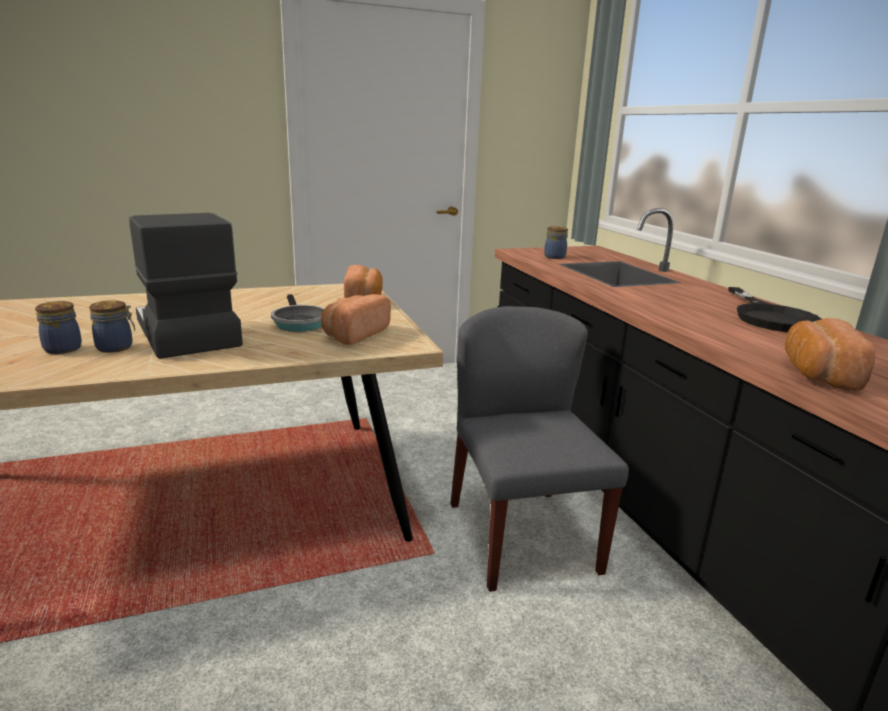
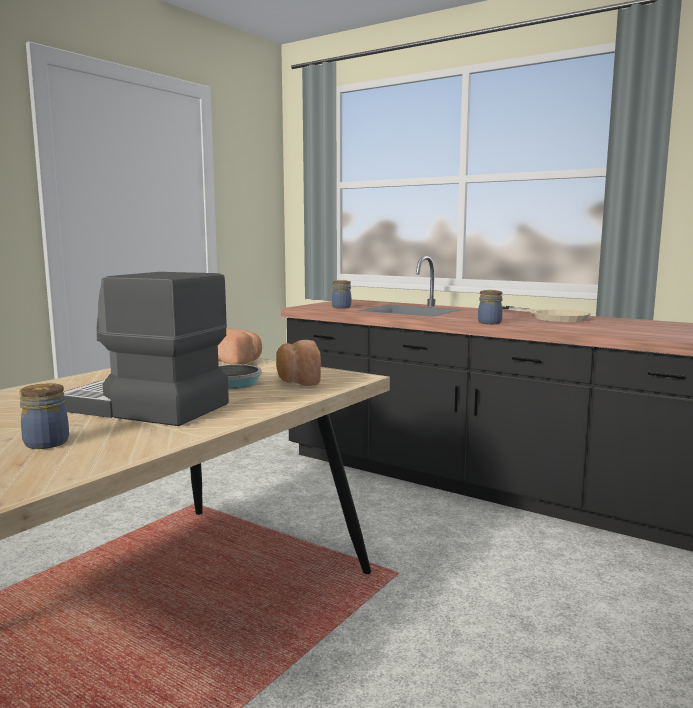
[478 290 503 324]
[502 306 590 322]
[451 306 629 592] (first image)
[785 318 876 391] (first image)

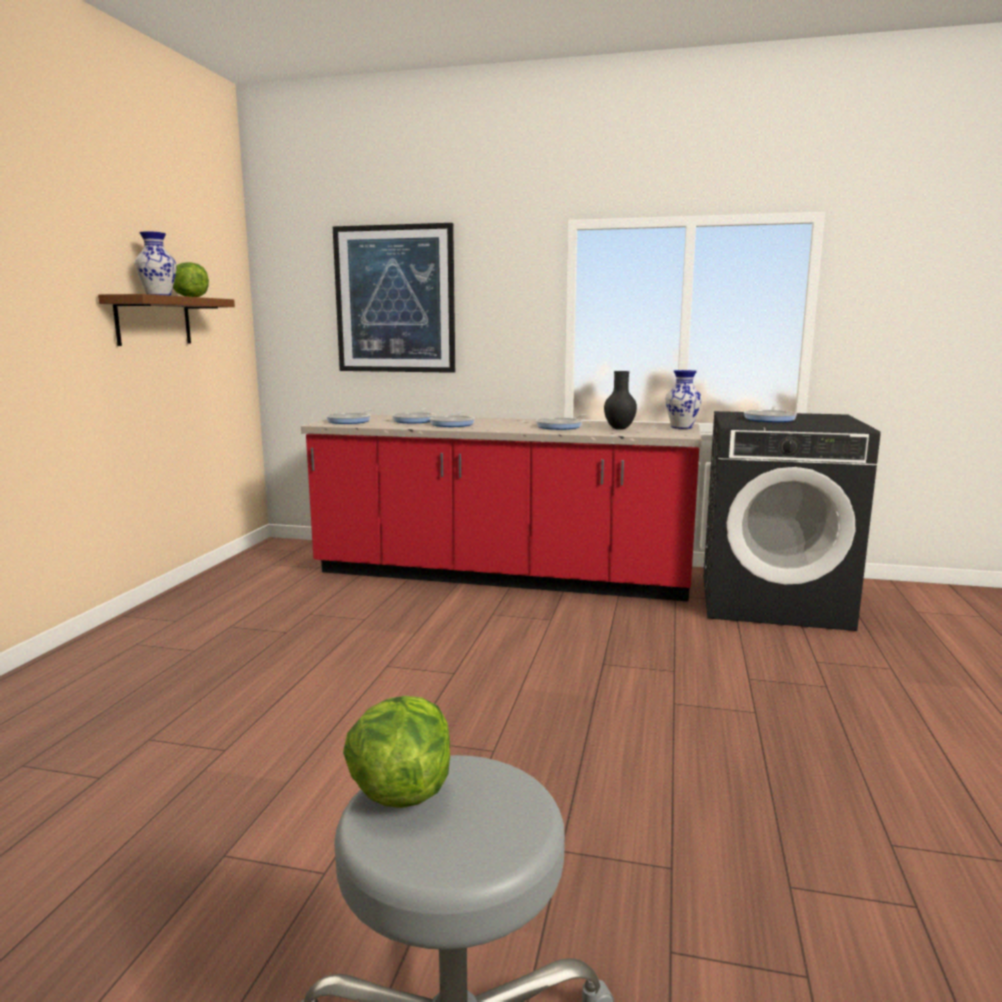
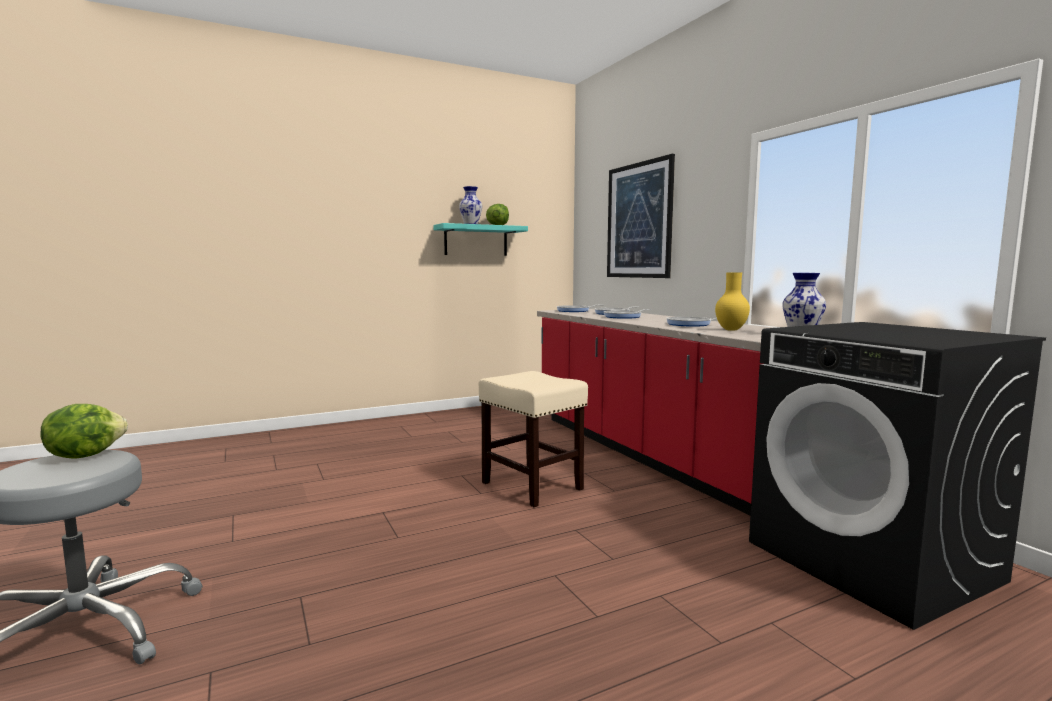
[434 223 528 256]
[479 371 588 507]
[715 273 750 331]
[744 406 797 422] (first image)

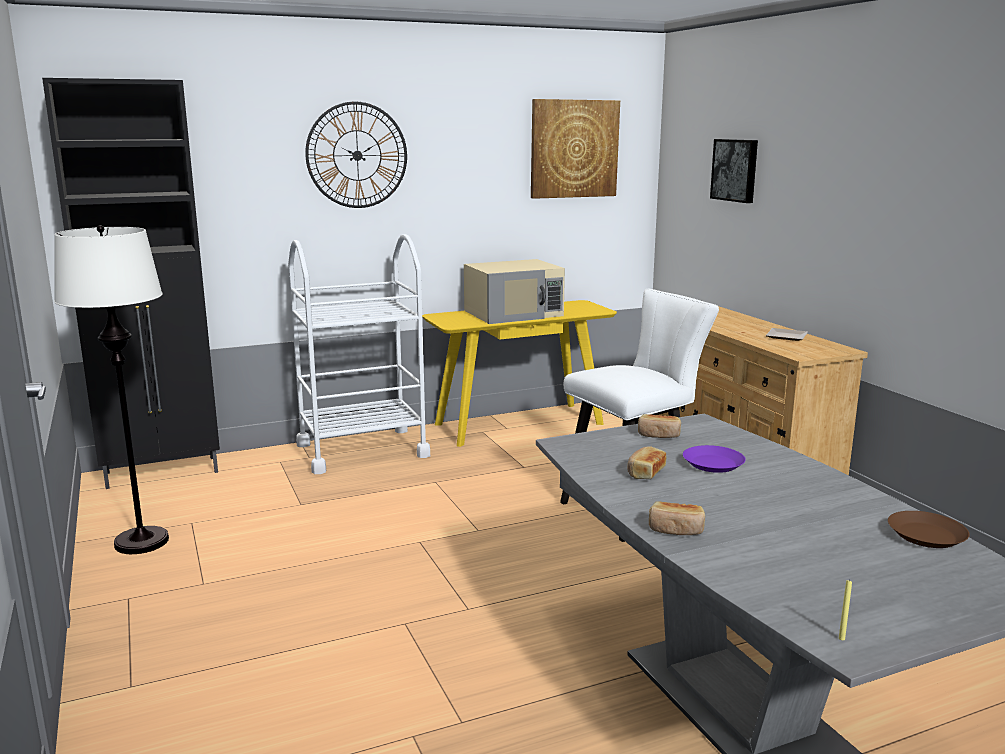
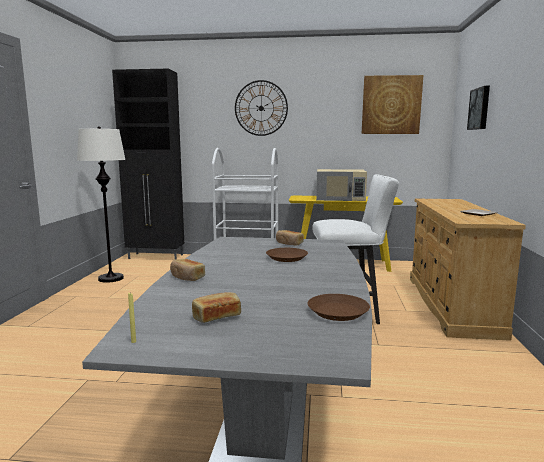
[192 292 241 323]
[266 248 308 262]

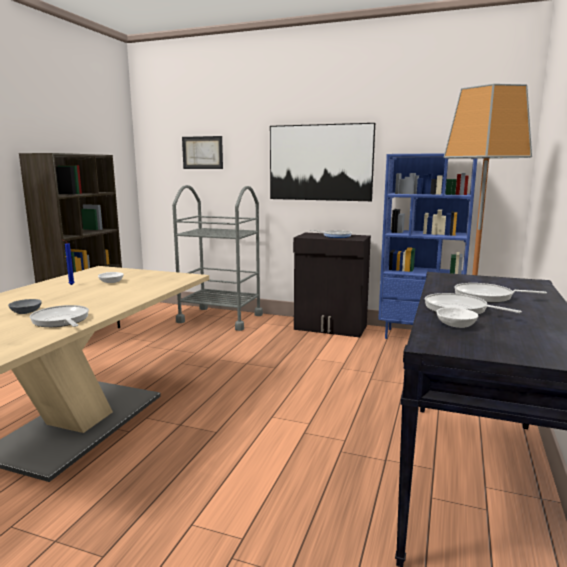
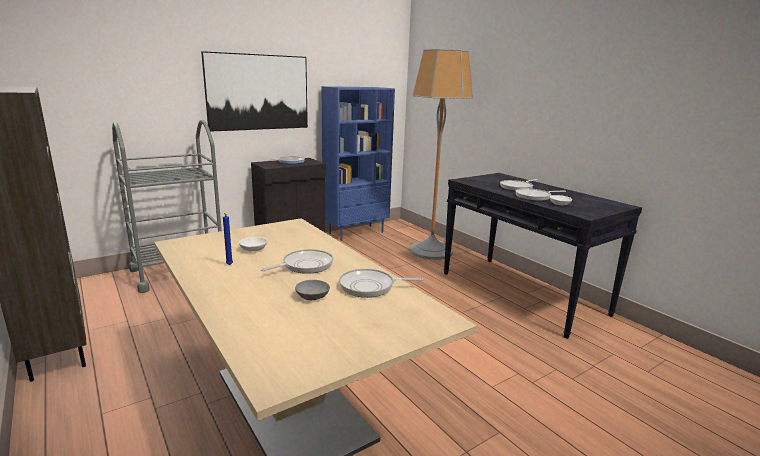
[261 249 334 274]
[182 136 223 169] (first image)

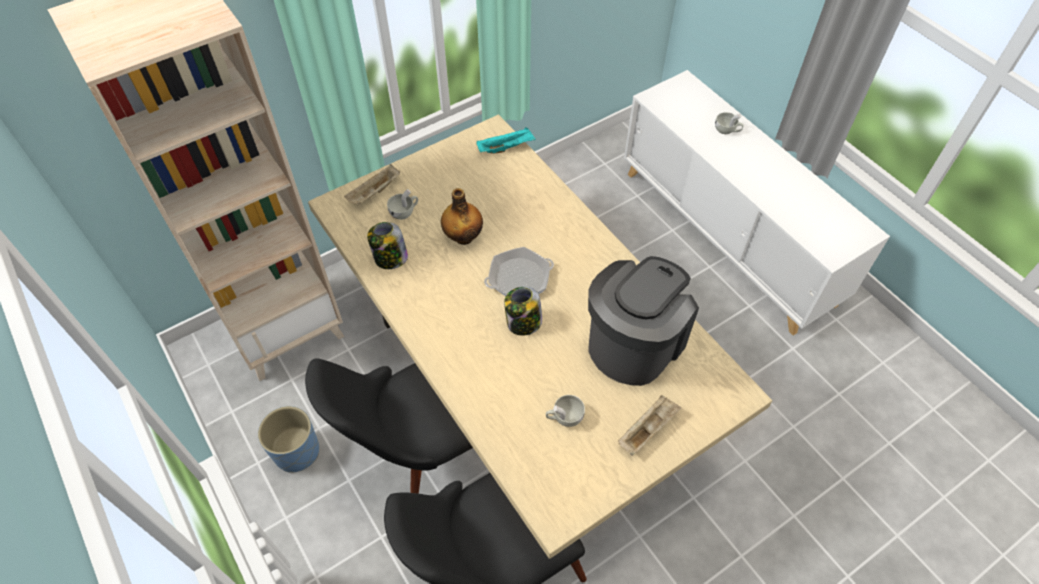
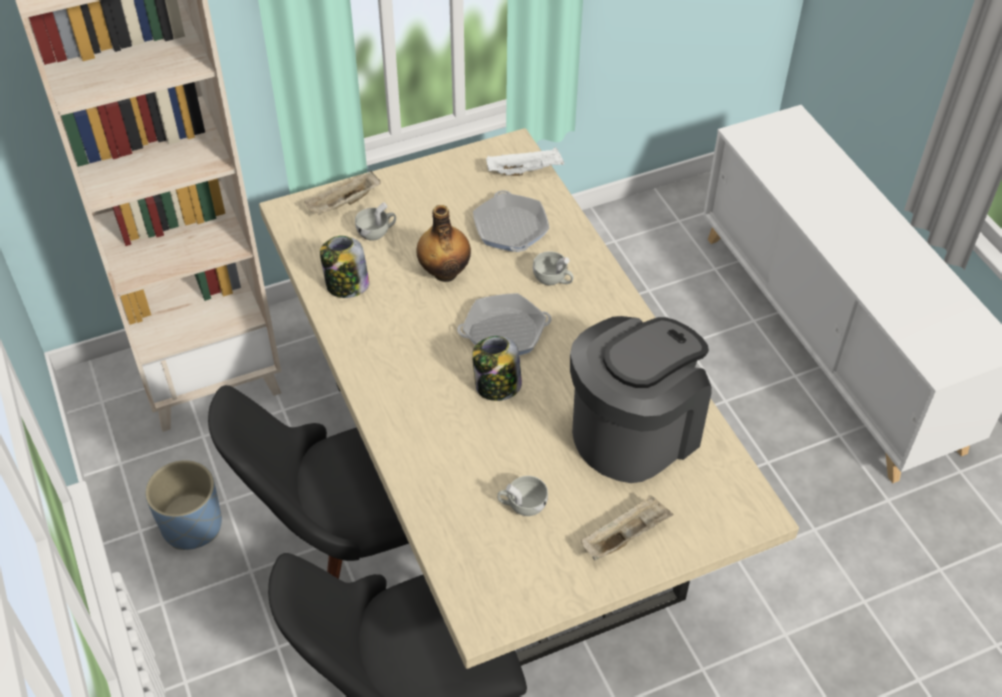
[473 190 549 252]
[486 147 565 176]
[533 251 573 285]

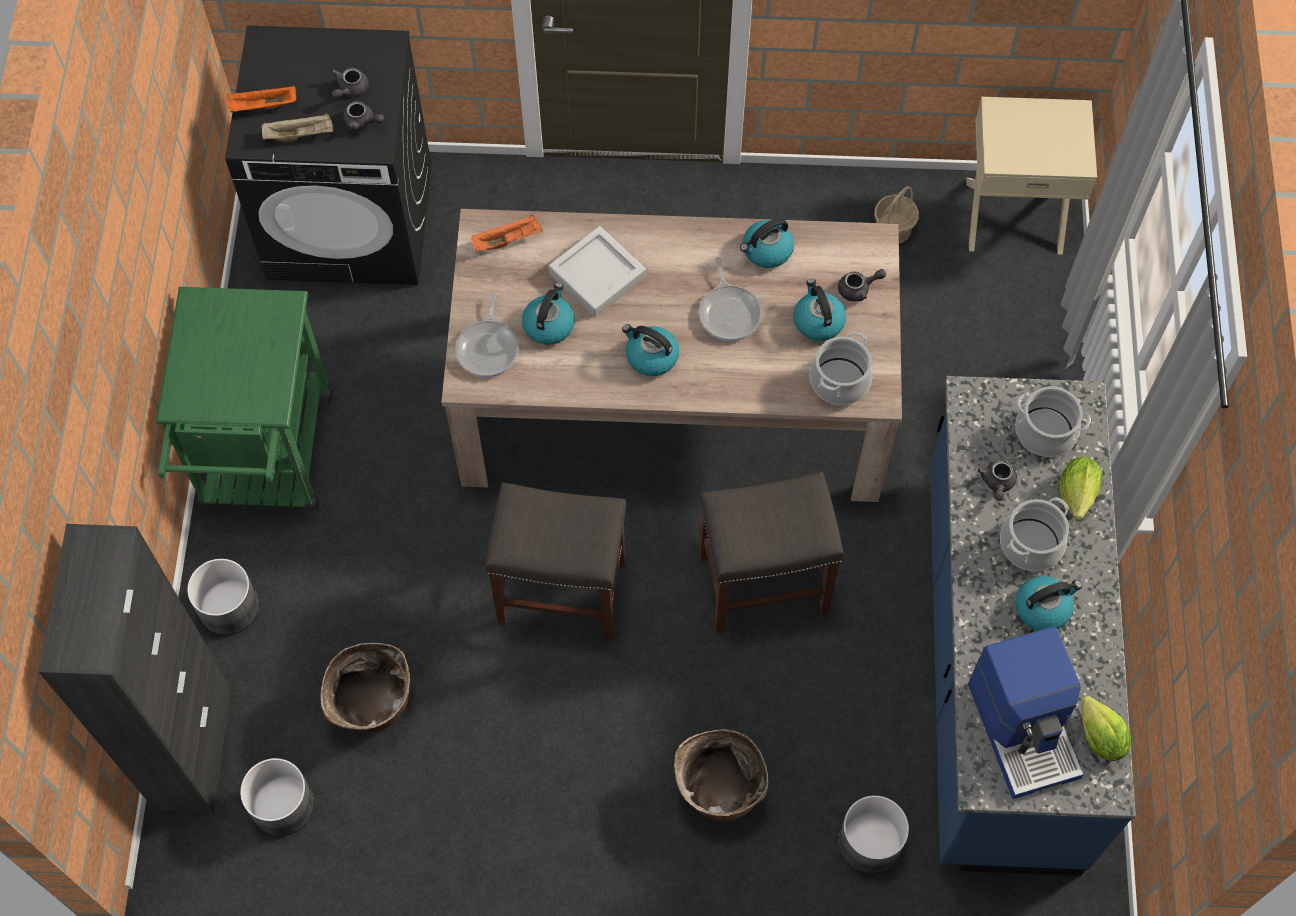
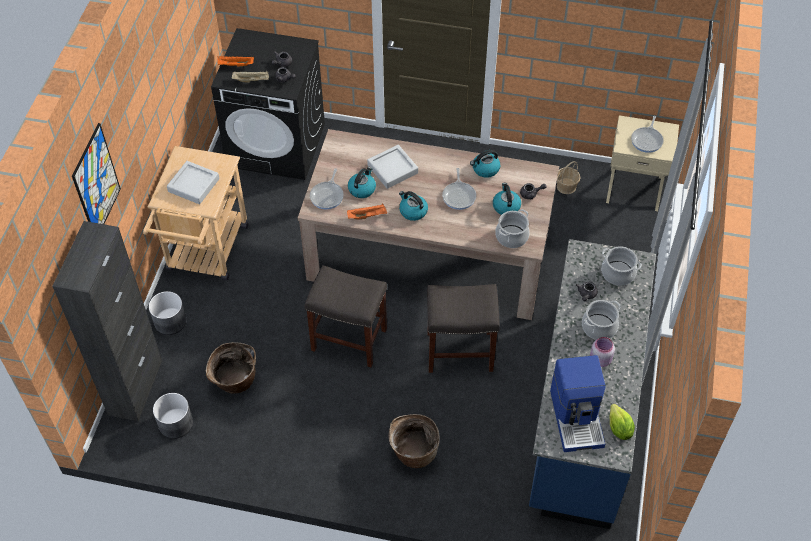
[72 123 121 224]
[143 146 249 280]
[167 161 220 204]
[347 204 387 220]
[590 337 615 367]
[631 116 663 153]
[839 795 909 873] (first image)
[1060 457 1102 520] (first image)

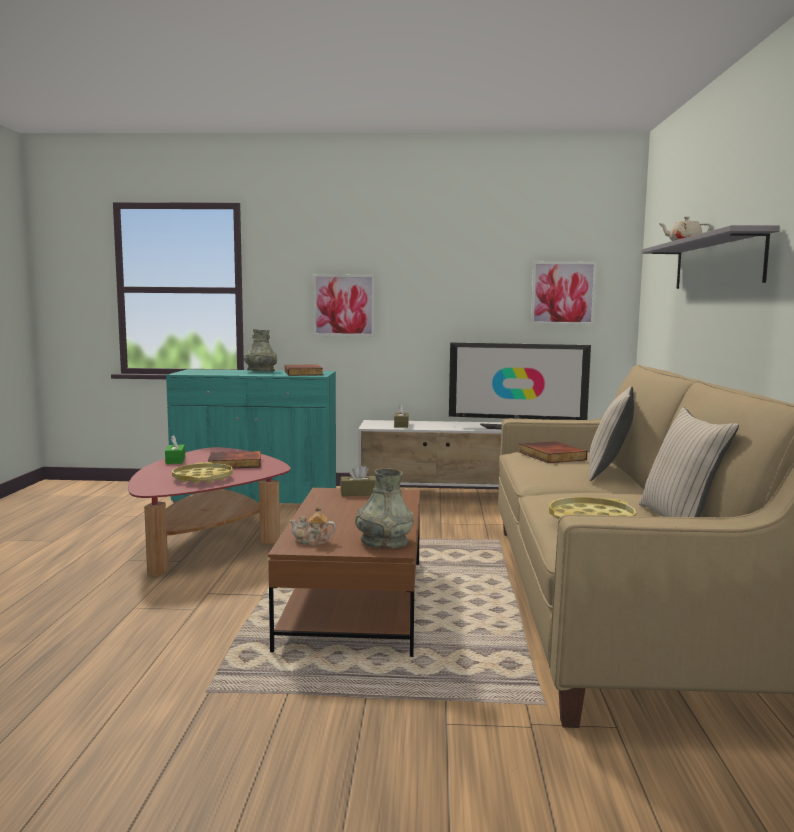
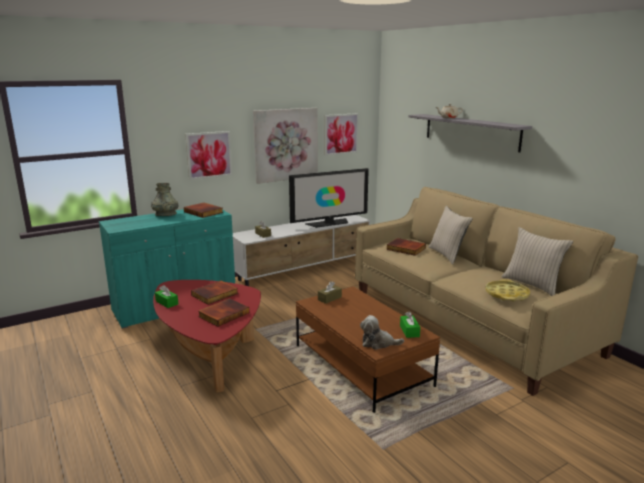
[198 298 249 327]
[253 108 318 184]
[360 315 404 350]
[400 311 420 338]

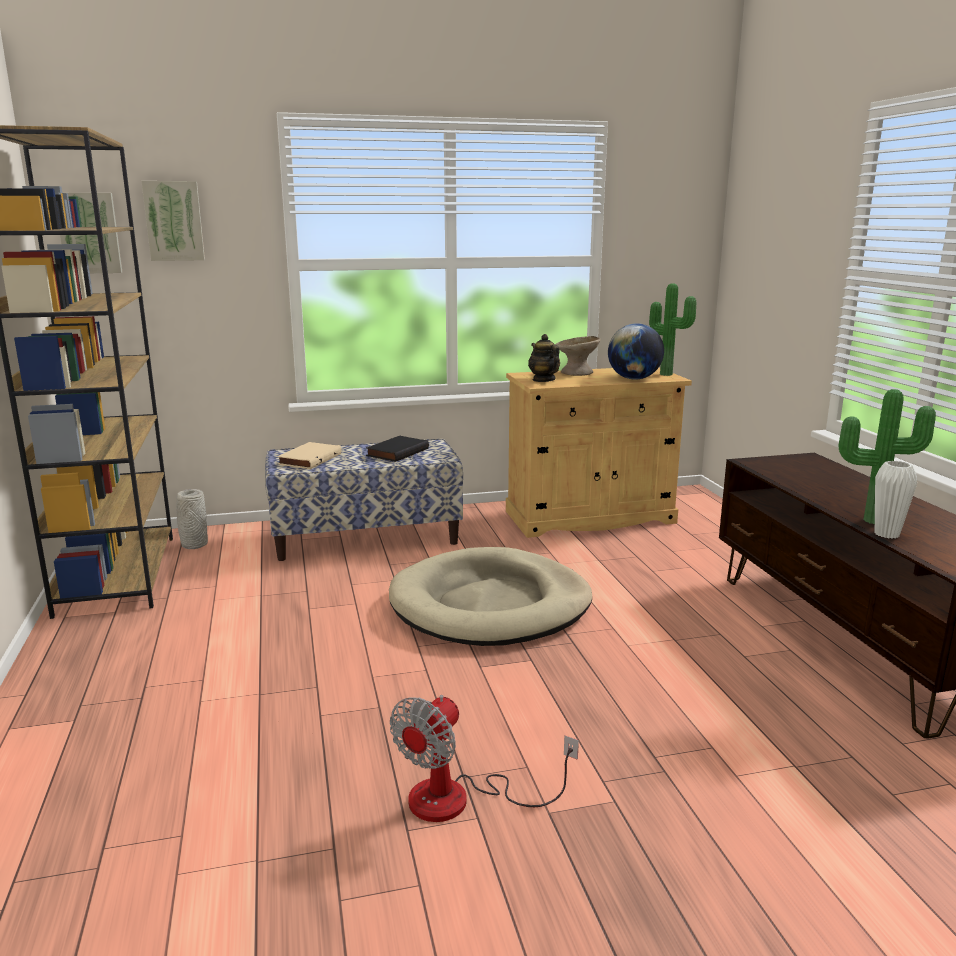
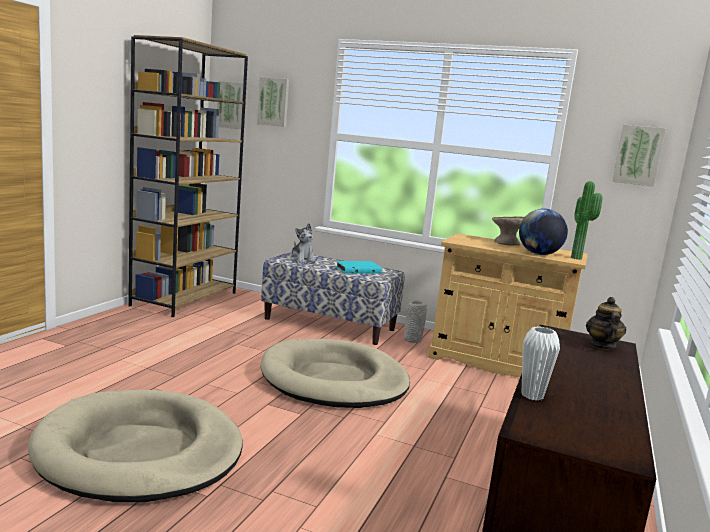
[28 390 243 502]
[290 223 316 263]
[336 261 382 273]
[404 300 427 343]
[586 297 626 350]
[612 125 666 187]
[838 389 936 524] (first image)

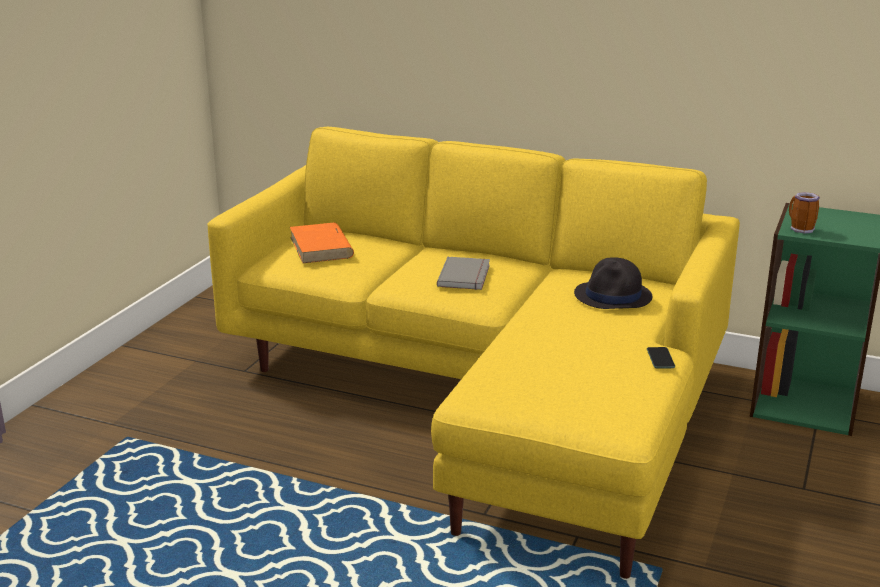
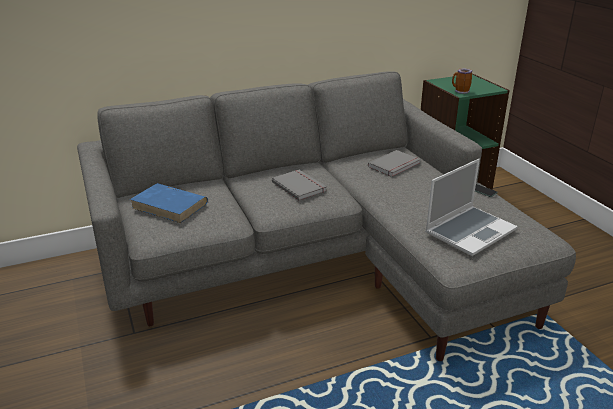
[77 71 576 361]
[130 183 208 223]
[368 150 421 177]
[425 159 518 256]

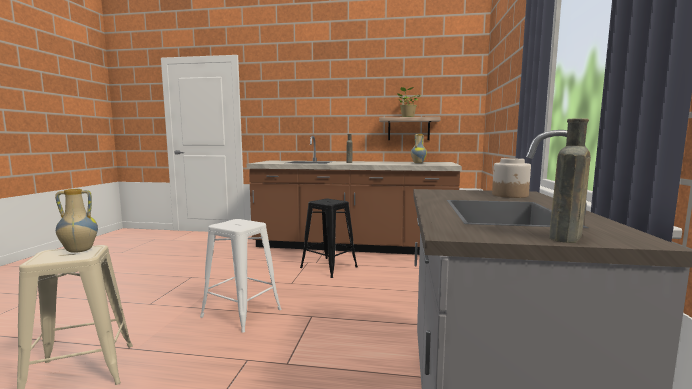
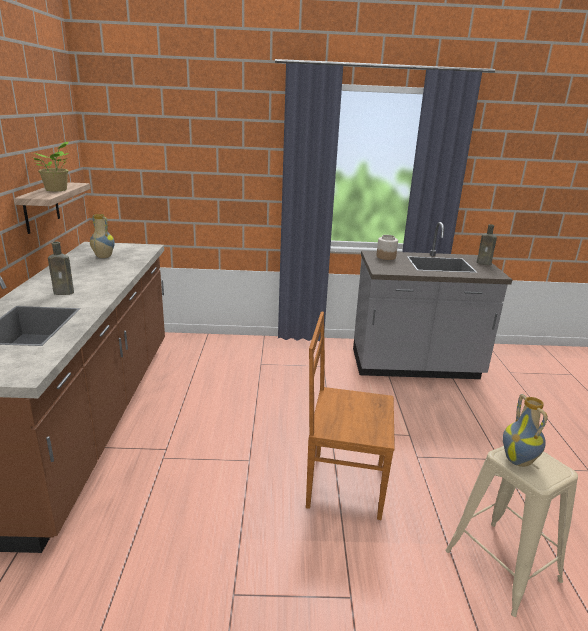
[306 312 395 520]
[300 199 358 278] (first image)

